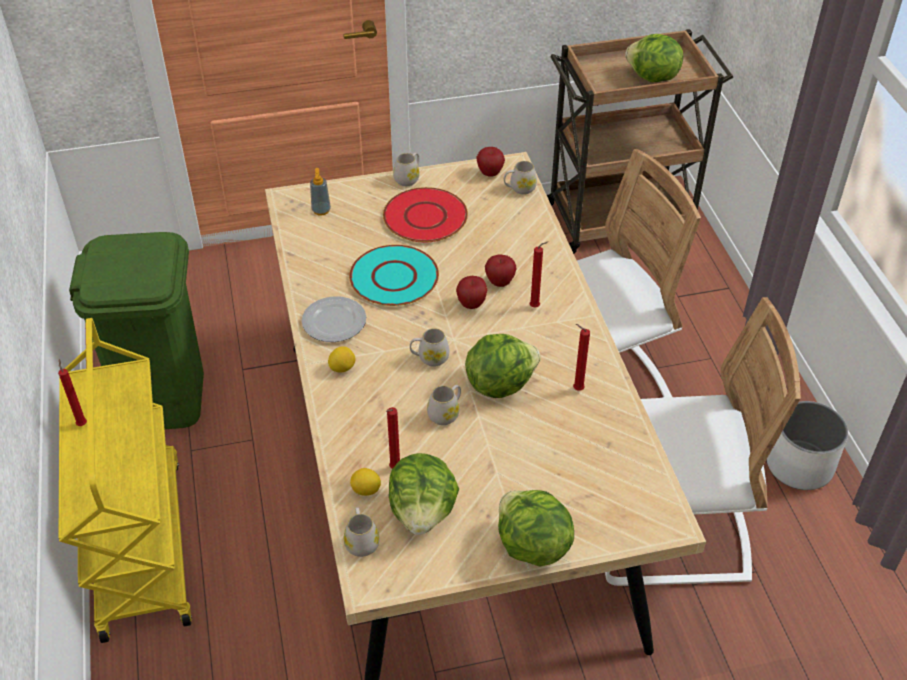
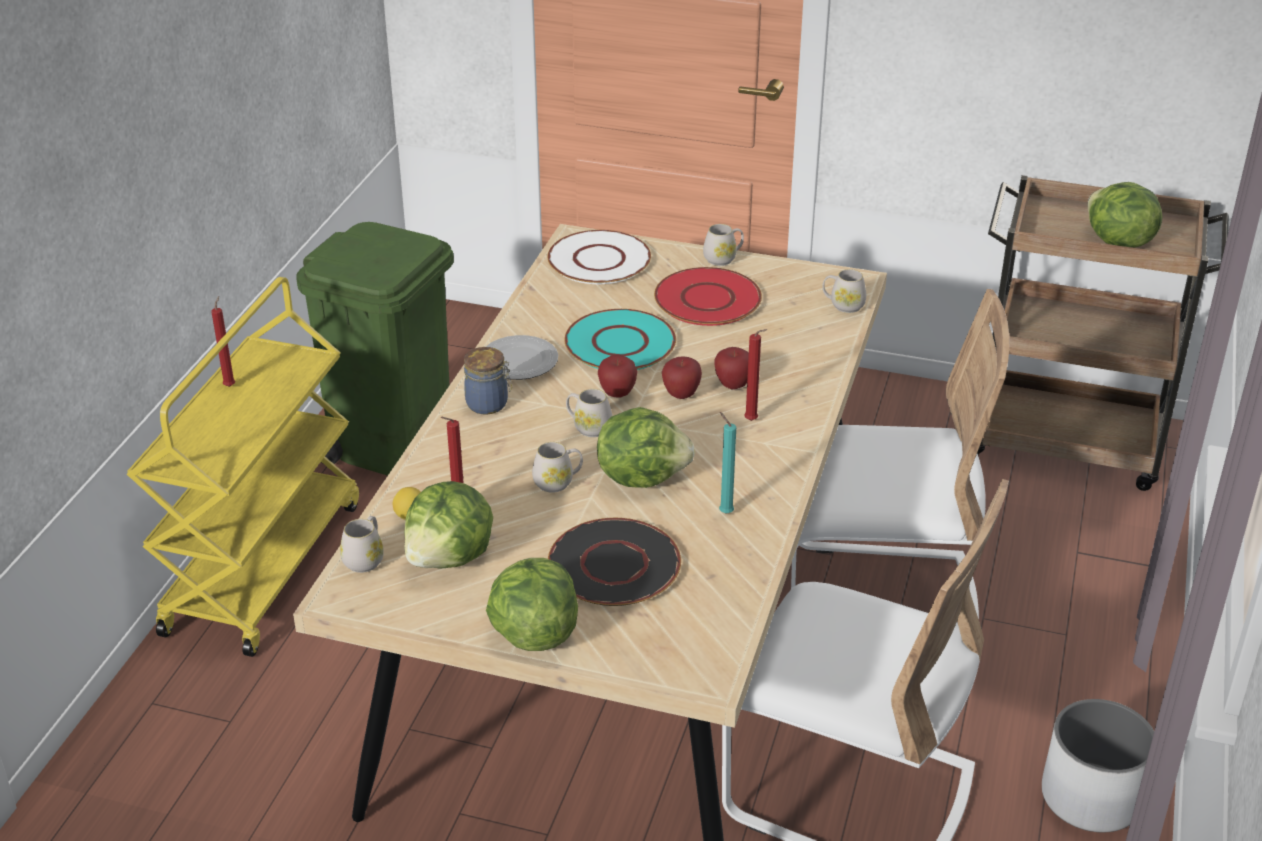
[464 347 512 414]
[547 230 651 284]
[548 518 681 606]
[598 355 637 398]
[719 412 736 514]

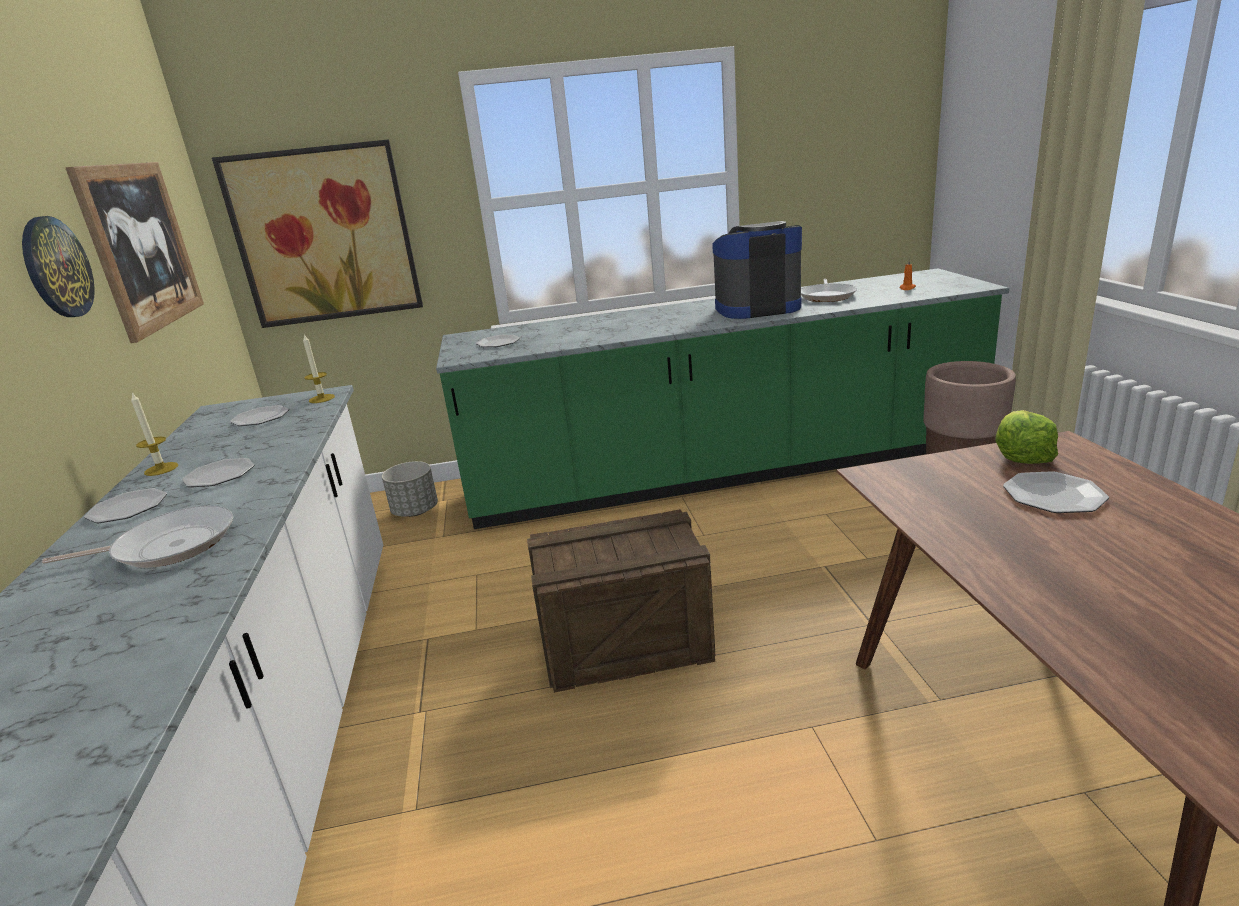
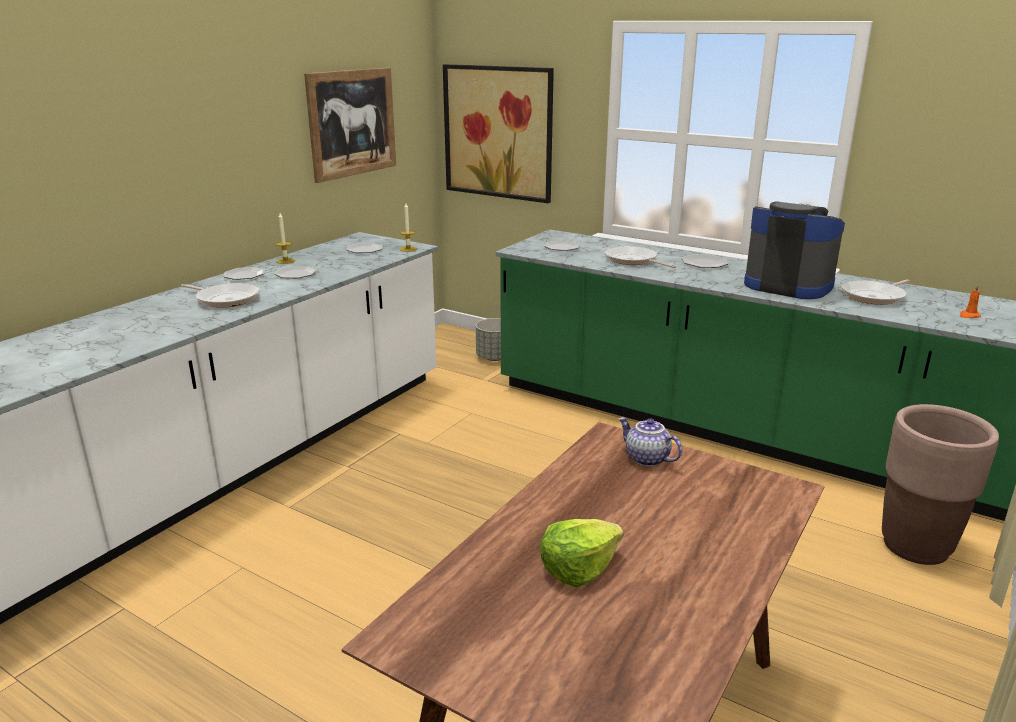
[540 519 623 587]
[605 246 676 268]
[618 417 682 467]
[681 254 729 268]
[22 216 95 317] (first image)
[527 509 715 693] (first image)

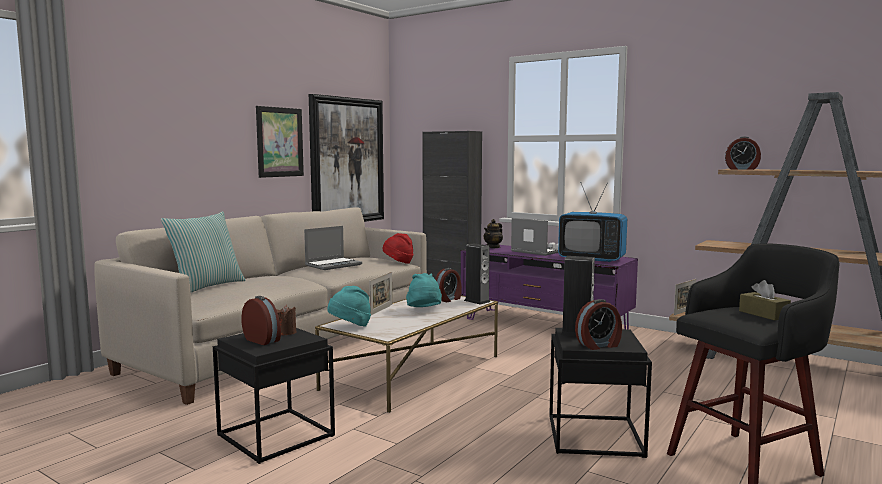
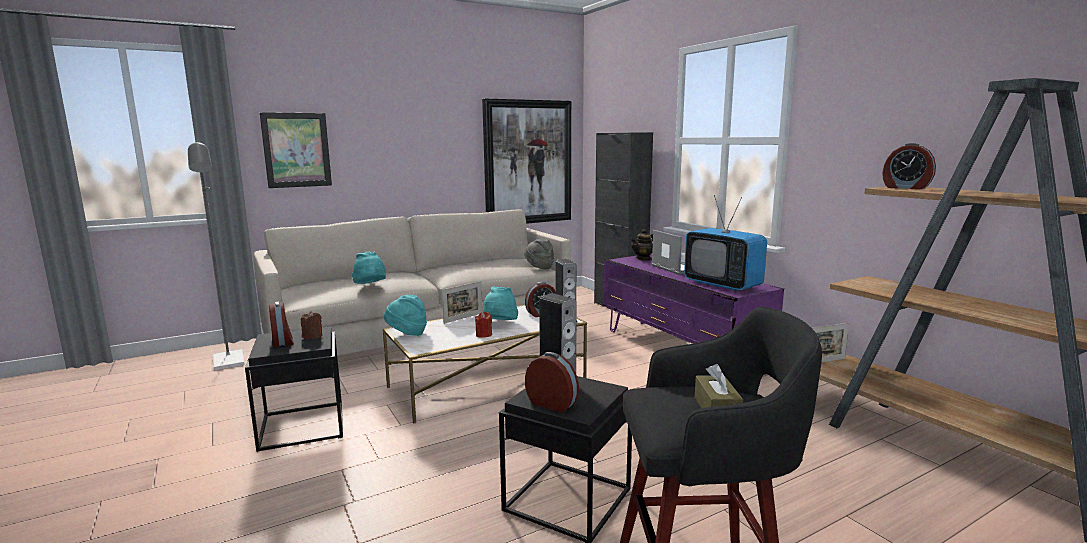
[188 141 245 370]
[260 112 332 188]
[352 251 386 284]
[475 312 492 338]
[524 239 554 270]
[525 352 579 412]
[161 211 246 292] (first image)
[304 226 362 270] (first image)

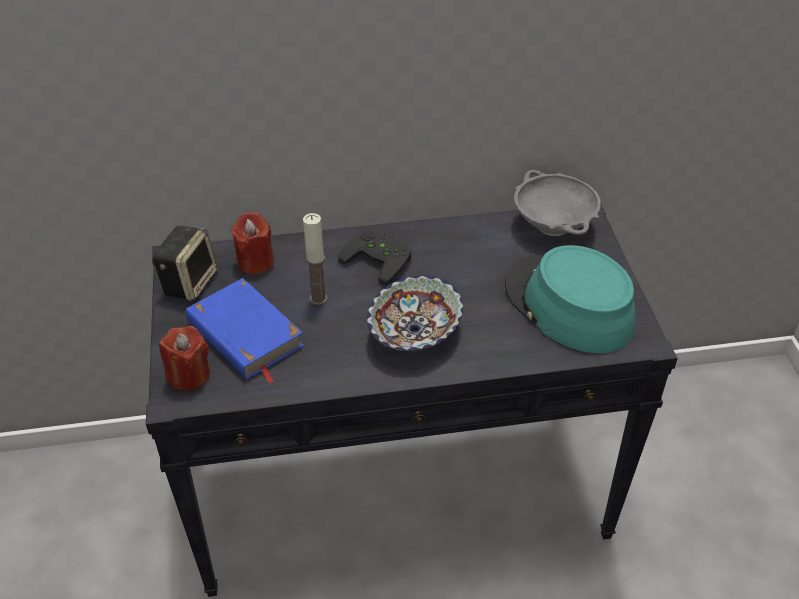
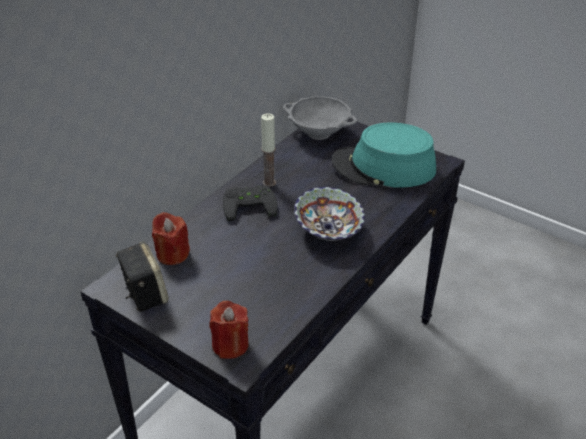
[261 114 276 187]
[186 278 304 384] (first image)

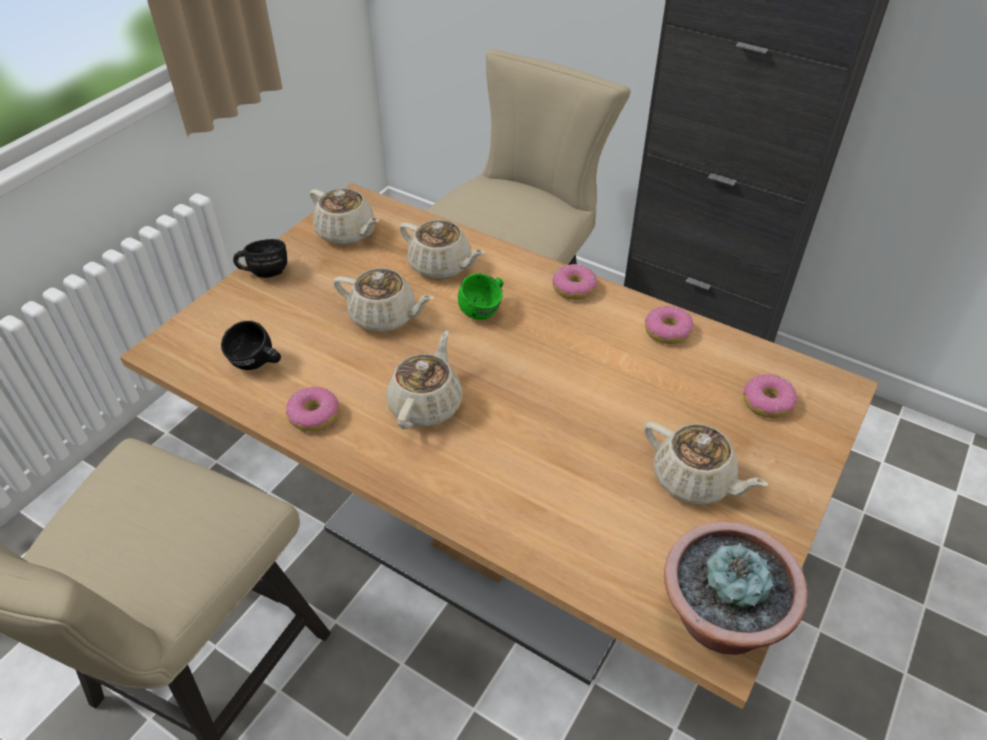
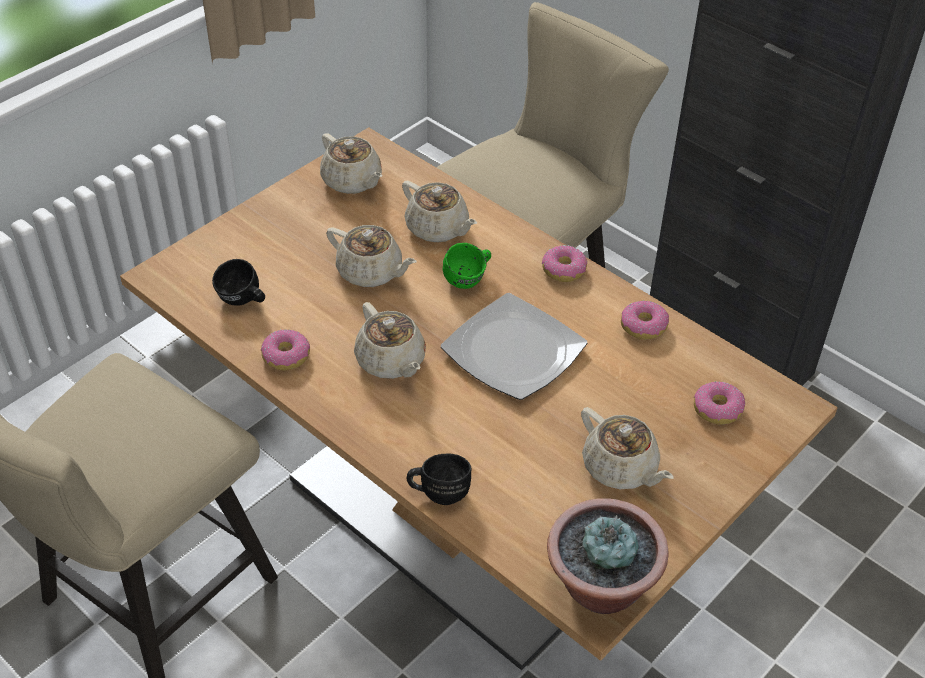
[354 302 426 379]
[406 453 471 505]
[441 293 587 400]

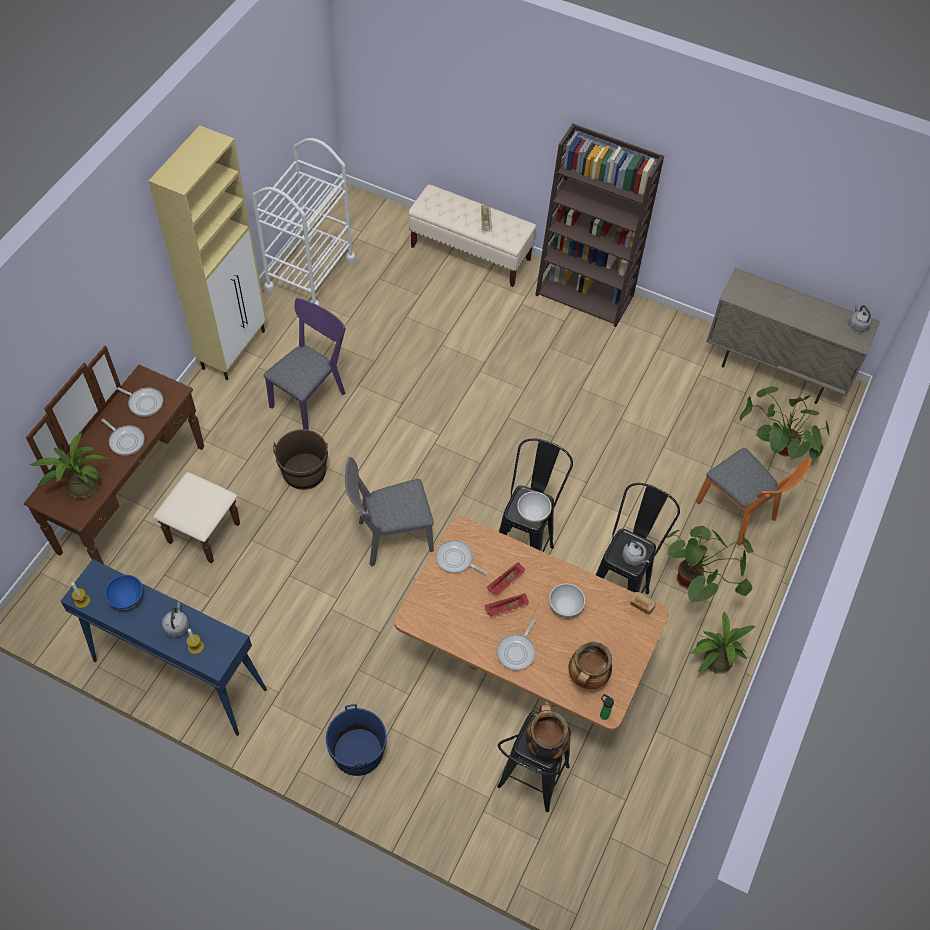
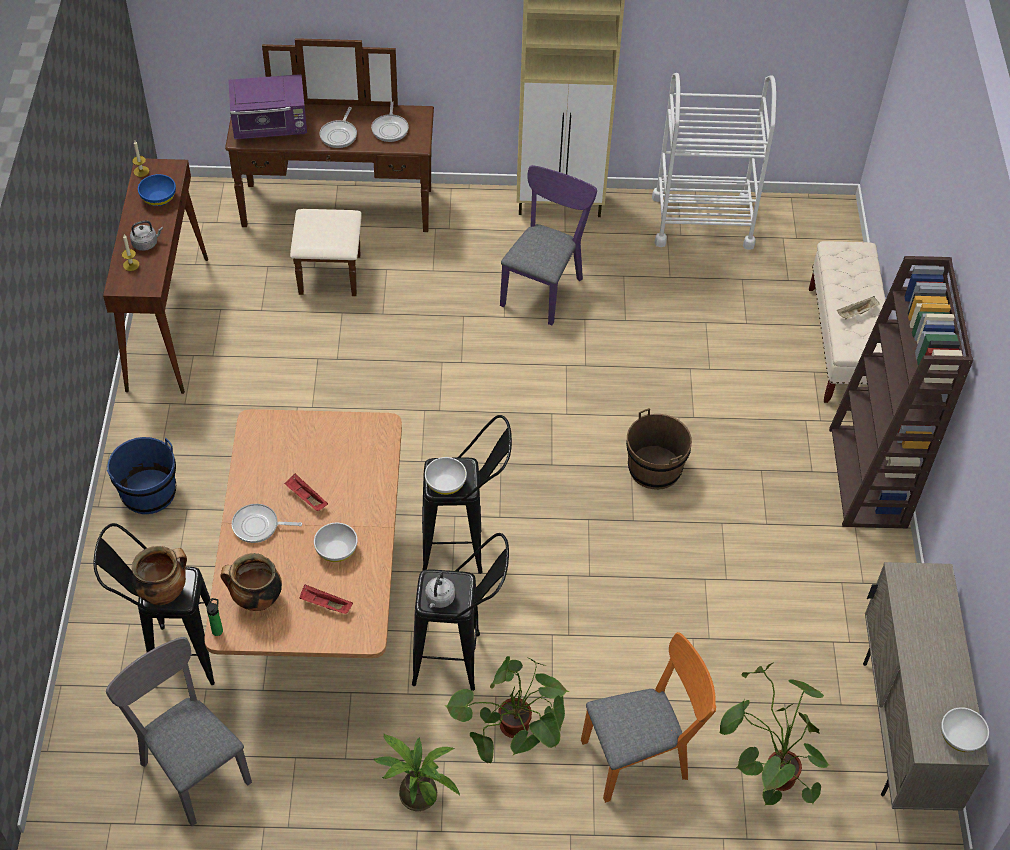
[103 159 208 394]
[106 637 252 826]
[228 74 307 139]
[299 585 353 614]
[500 165 597 325]
[581 632 716 803]
[626 408 692 490]
[941 707 989 752]
[435 540 488 575] (first image)
[630 592 656 615] (first image)

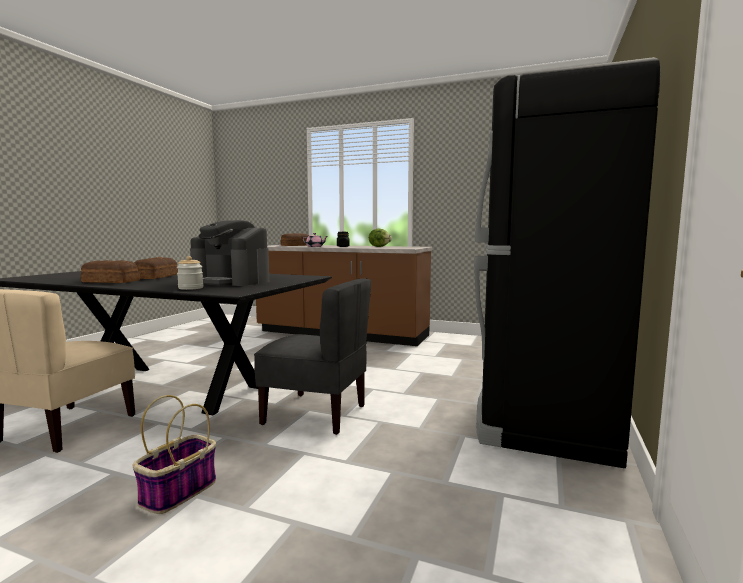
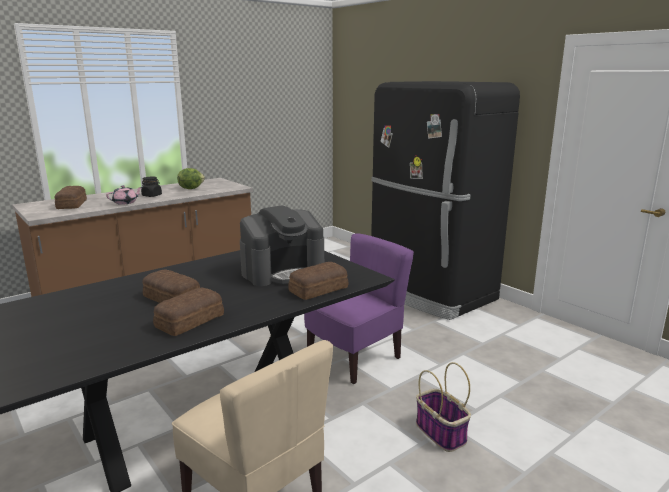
[288 262 348 300]
[304 233 414 384]

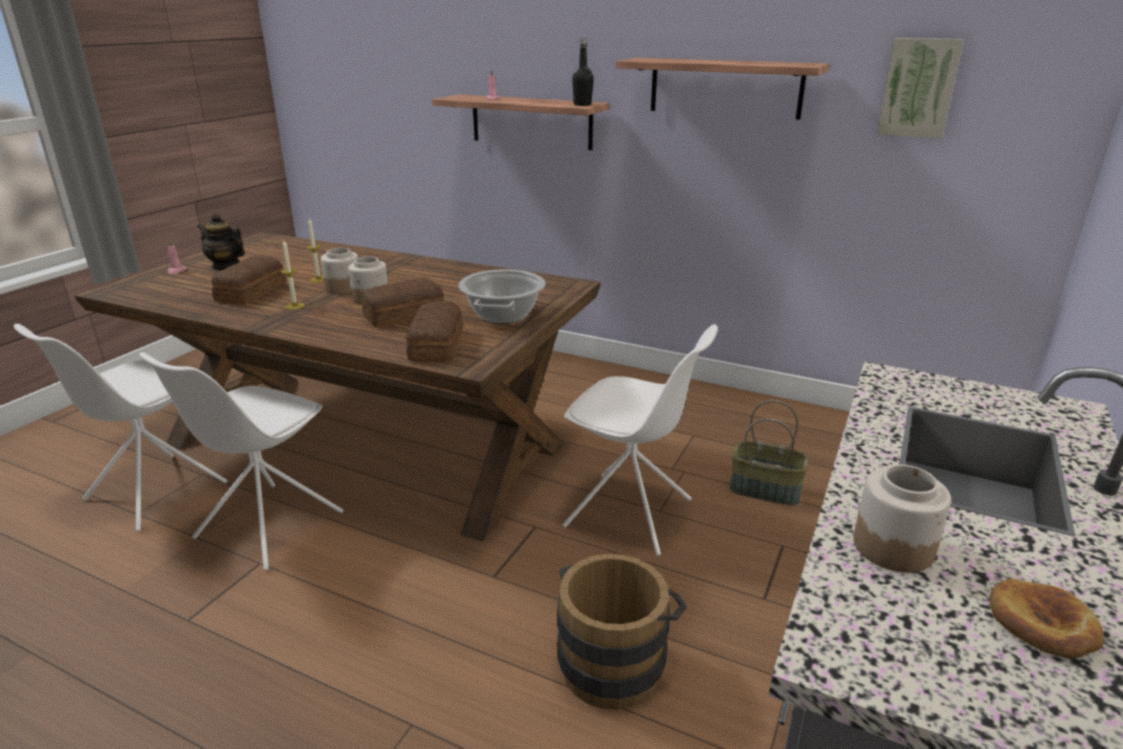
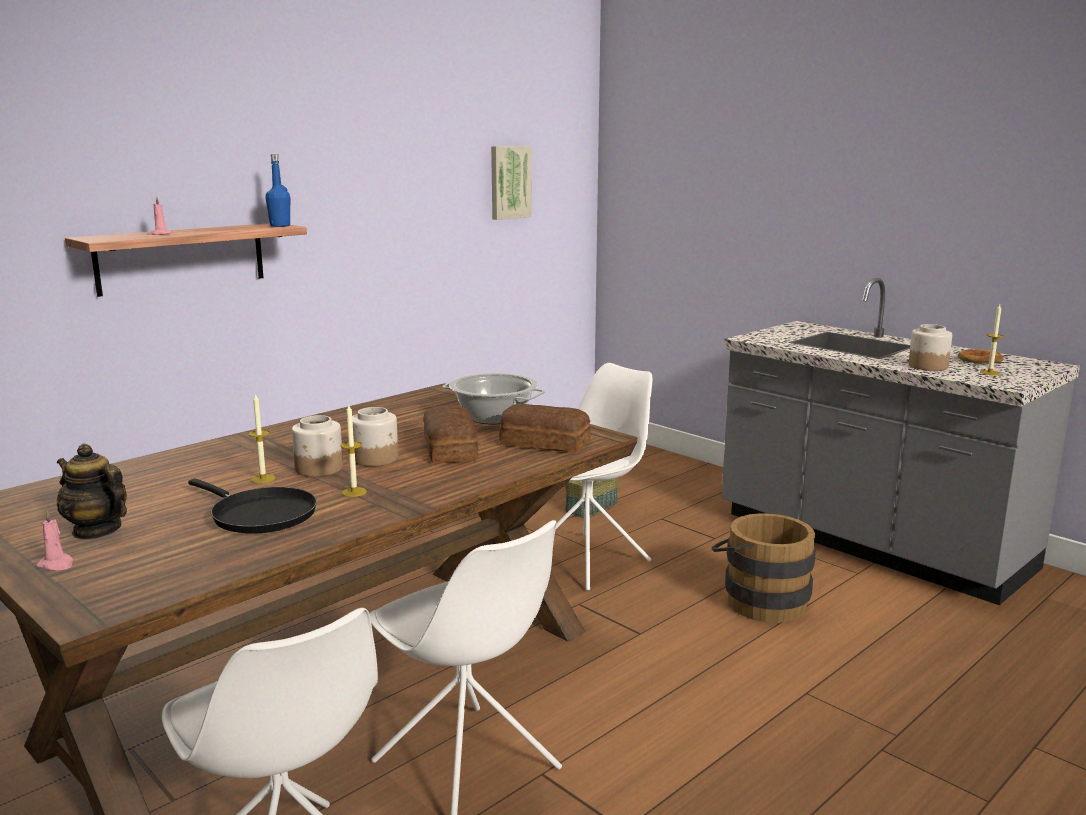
[57 444 127 540]
[188 478 317 534]
[265 154 290 227]
[980 304 1004 375]
[616 58 829 120] (first image)

